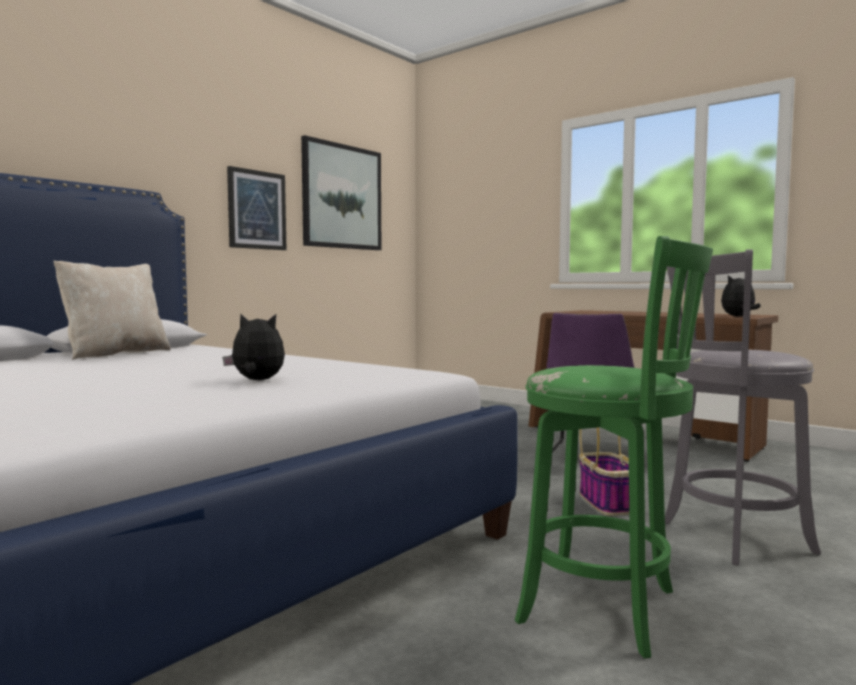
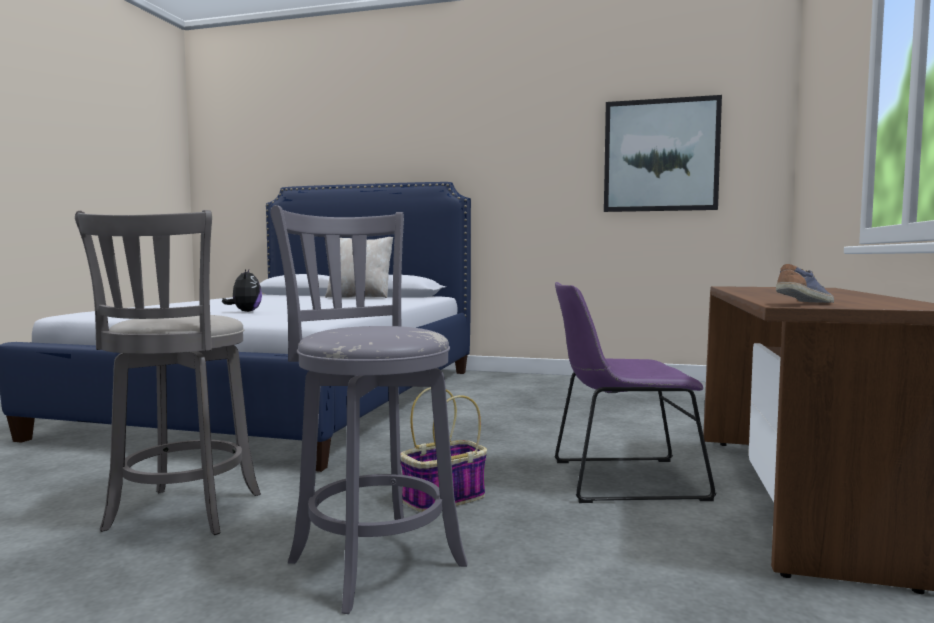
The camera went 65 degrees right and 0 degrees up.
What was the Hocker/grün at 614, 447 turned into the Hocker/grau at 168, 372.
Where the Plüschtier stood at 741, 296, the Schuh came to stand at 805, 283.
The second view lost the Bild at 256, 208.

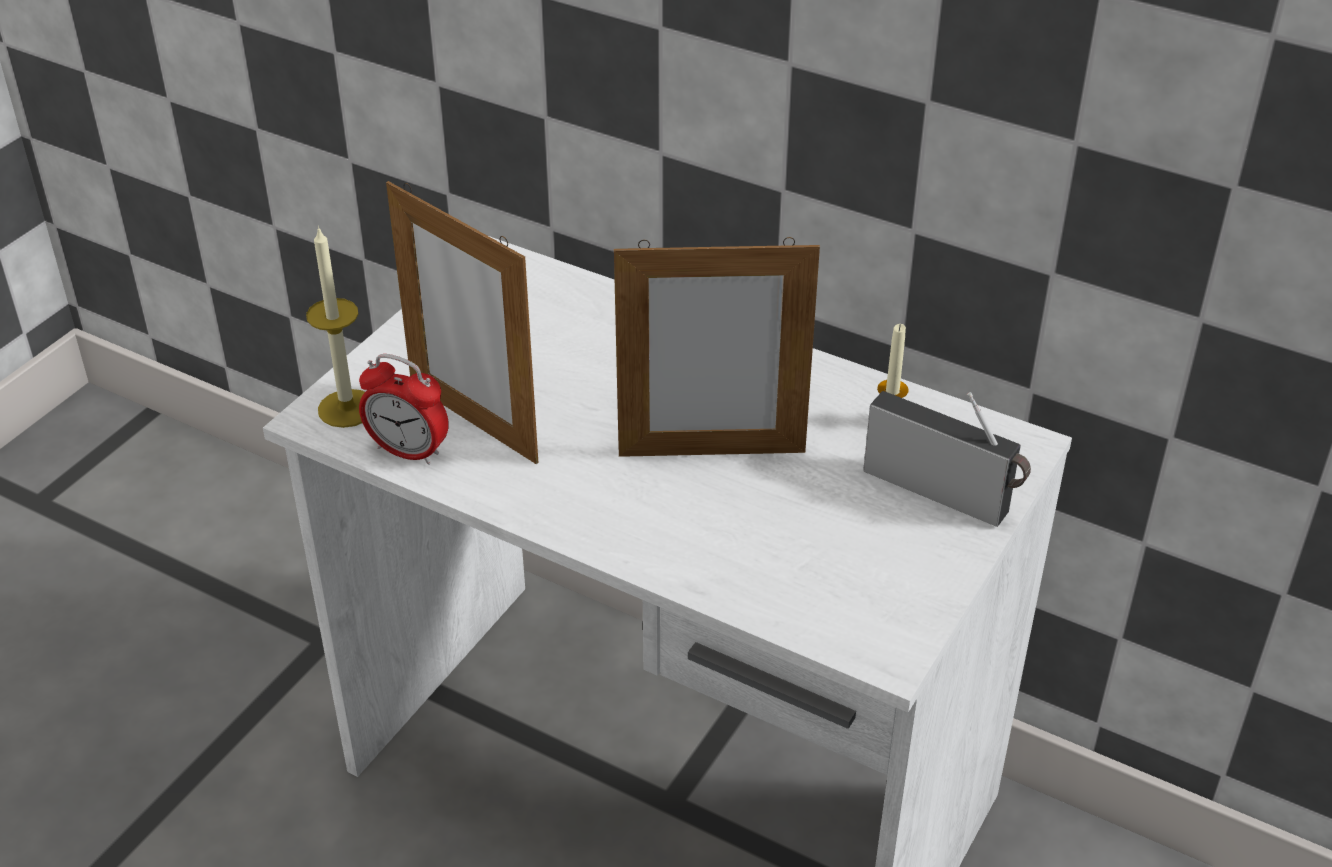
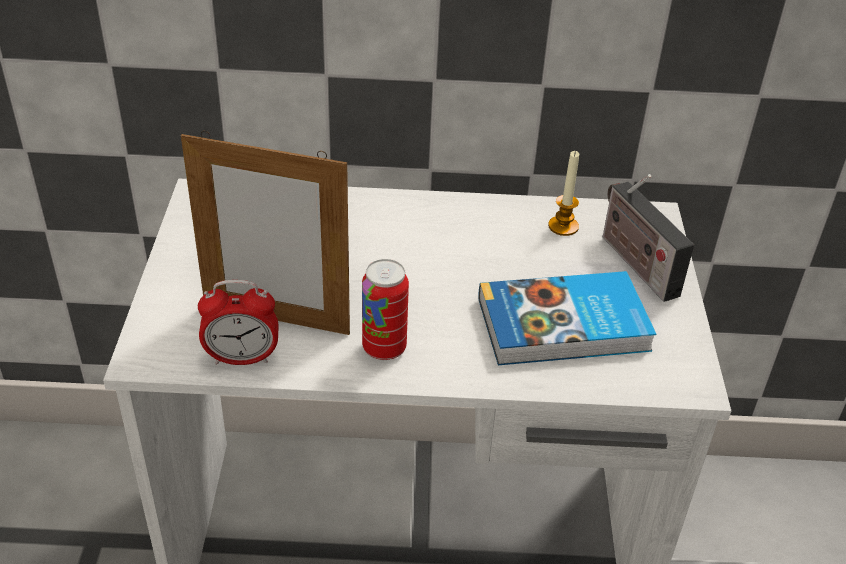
The camera went 30 degrees left and 0 degrees up.
The second view gained the Dose at 385, 309.
The second view gained the Buch at 567, 318.
The Radio at 947, 459 ended up facing another way, 120 degrees counterclockwise from before.
The second view lost the Kerze at 335, 327.
The second view lost the Bilderrahmen at 717, 347.

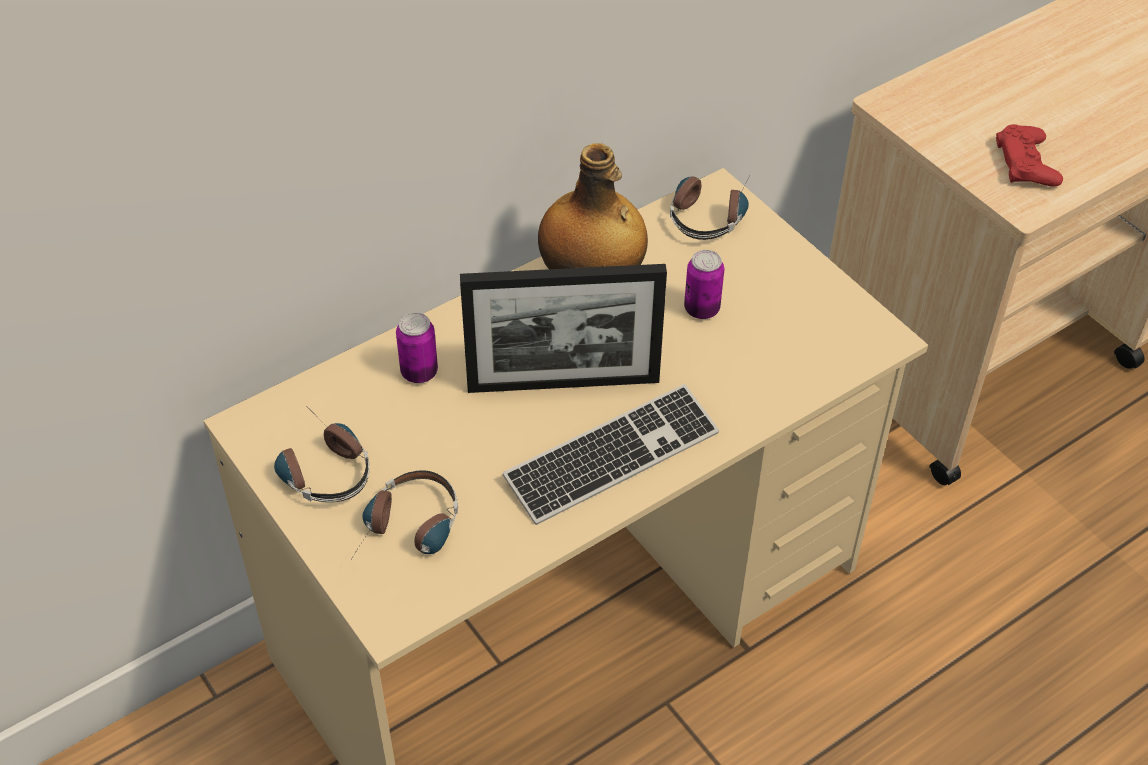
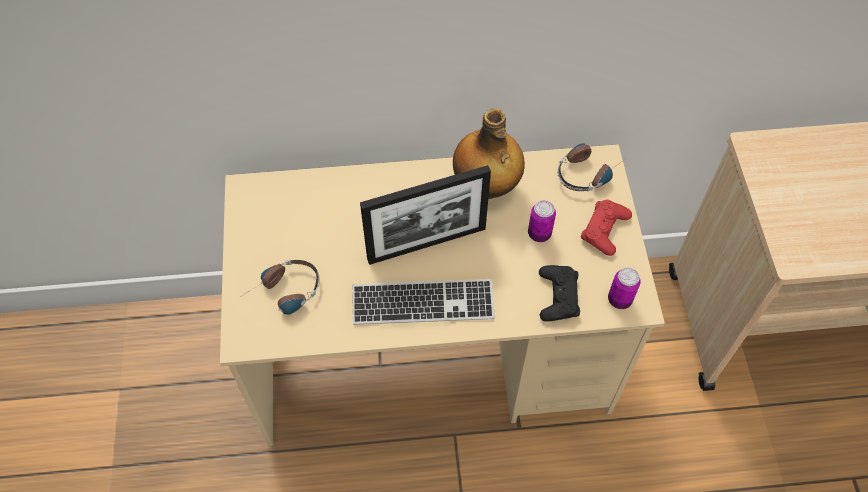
The camera went 30 degrees right and 10 degrees up.
The Bilderrahmen at 563, 328 ended up facing another way, 45 degrees counterclockwise from before.
The second view gained the Gamepad/schwarz at 559, 293.
The Gamepad/rot ended up elsewhere, having gone from 1029, 155 to 606, 228.
The Dose ended up elsewhere, having gone from 417, 347 to 624, 288.
The second view lost the Kopfhörer at 321, 461.

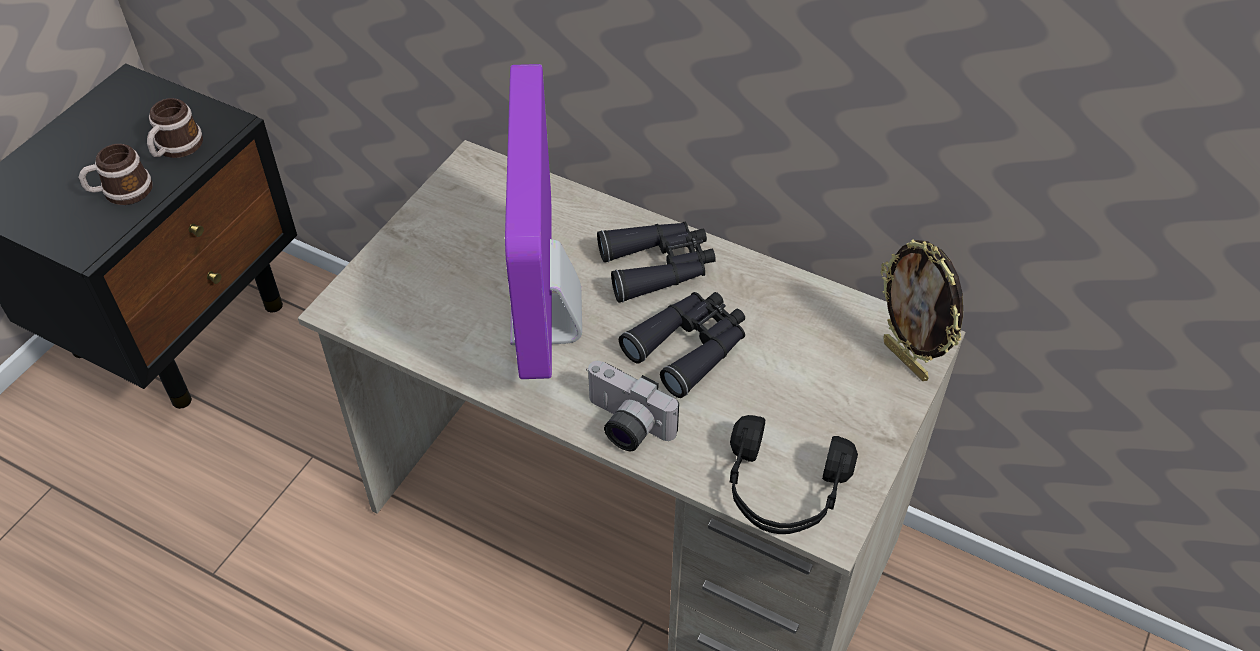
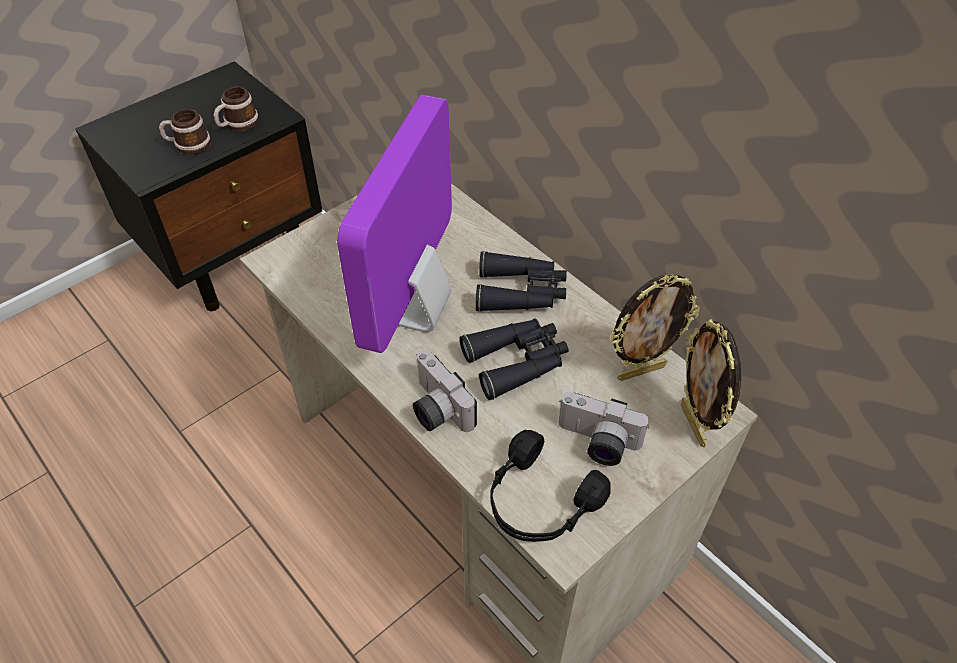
The camera went 20 degrees right and 0 degrees up.
The second view gained the Kamera at 603, 429.
The second view gained the Bilderrahmen at 655, 327.

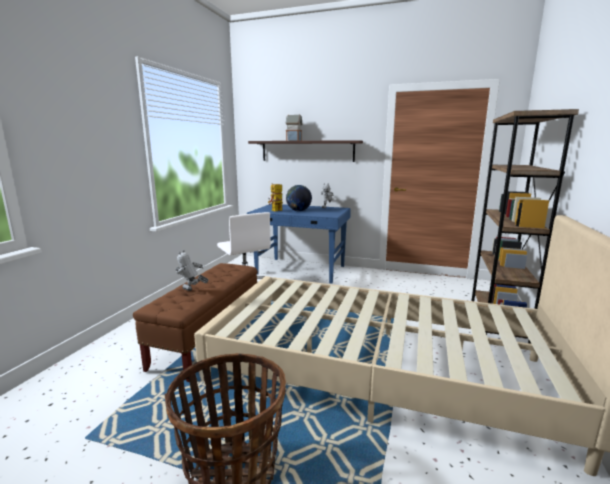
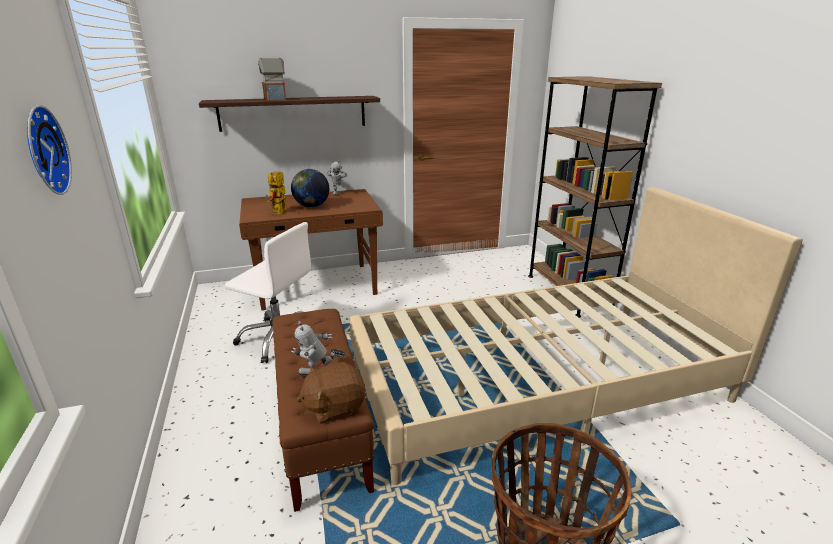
The camera went 35 degrees left and 10 degrees up.
The second view gained the Wanduhr at 49, 150.
What was the Schreibtisch/blau at 299, 243 turned into the Schreibtisch/braun at 311, 250.
The second view gained the Plüschtier/braun at 331, 393.

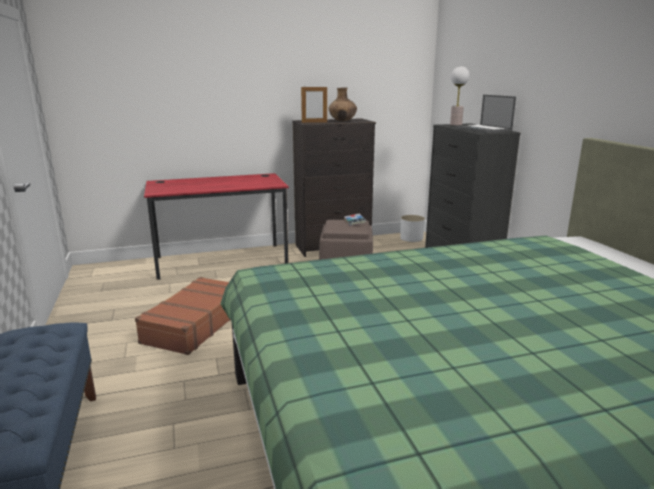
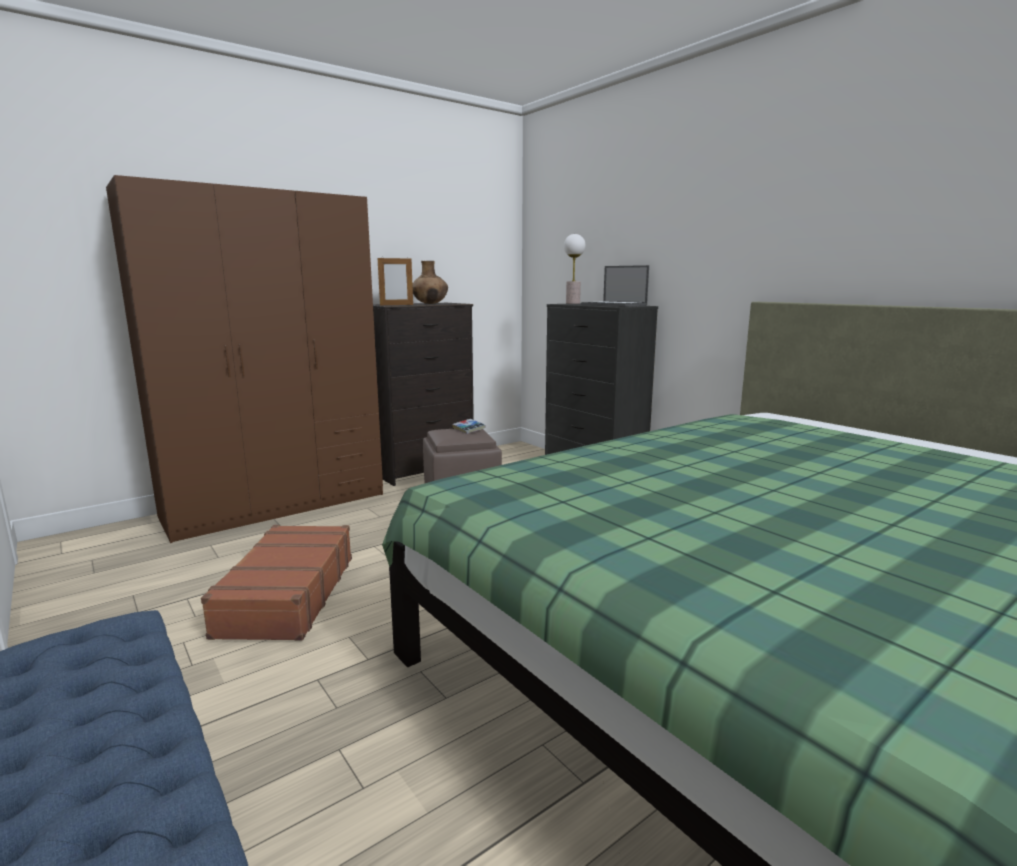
The camera went 20 degrees left and 5 degrees down.
Where the Schreibtisch/rot stood at 216, 226, the Kleiderschrank/braun came to stand at 244, 359.
The second view lost the Pflanzkübel/weiß at 412, 228.

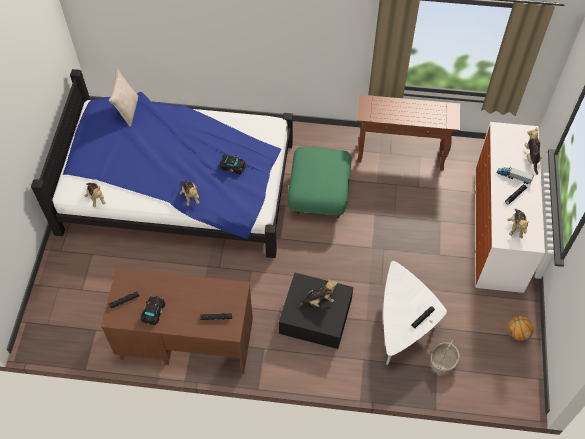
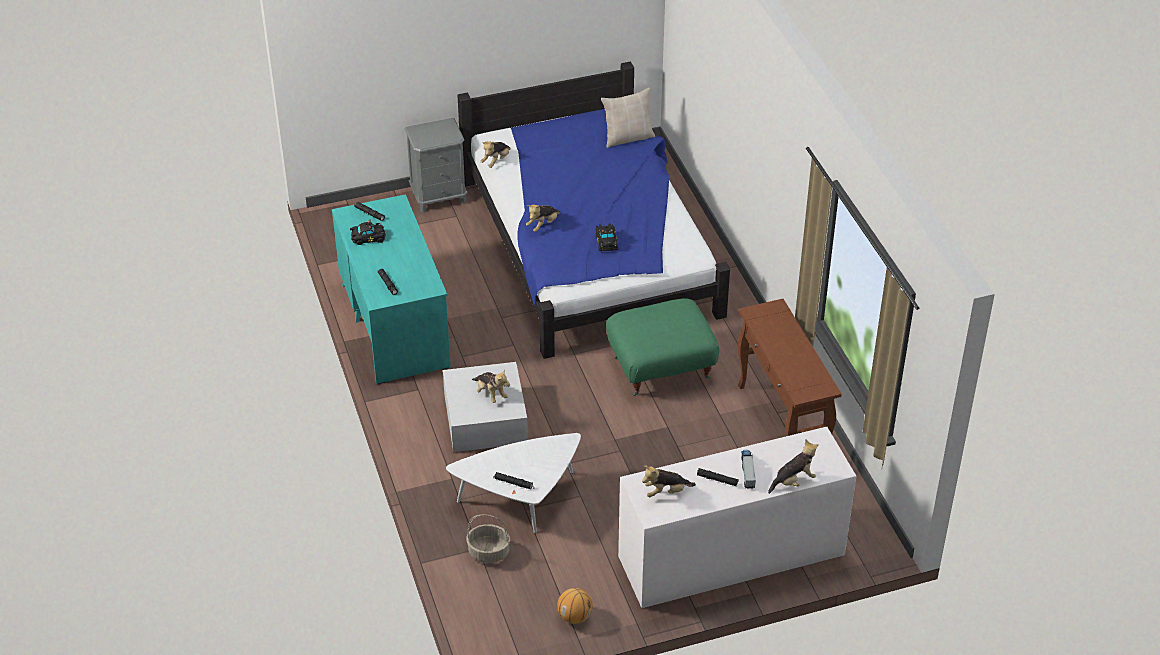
The camera went 65 degrees right and 15 degrees down.
What was the Schreibtisch/braun at 177, 321 turned into the Schreibtisch/türkis at 391, 289.
The second view gained the Nachttisch/grau at 436, 165.
What was the Aufbewahrungsbox/schwarz at 316, 310 turned into the Aufbewahrungsbox/weiß at 485, 407.

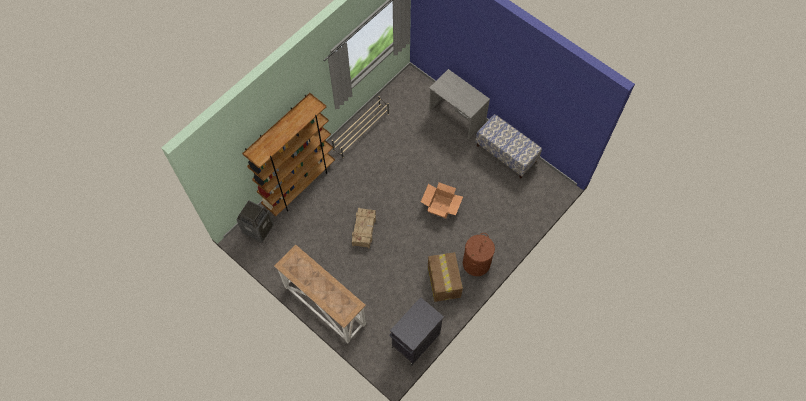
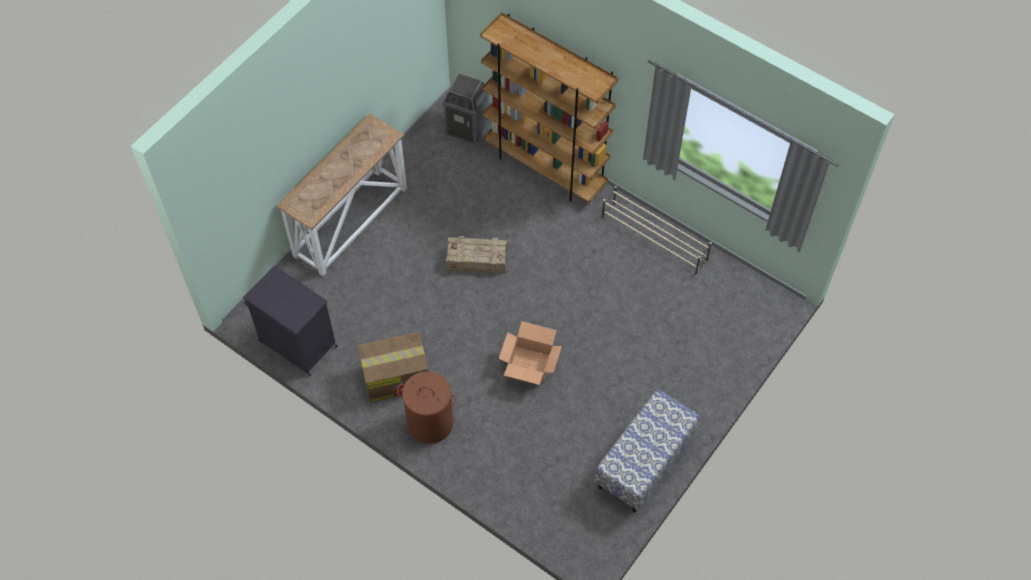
The camera went 85 degrees right and 5 degrees down.
The second view lost the Schreibtisch/grau at 459, 104.

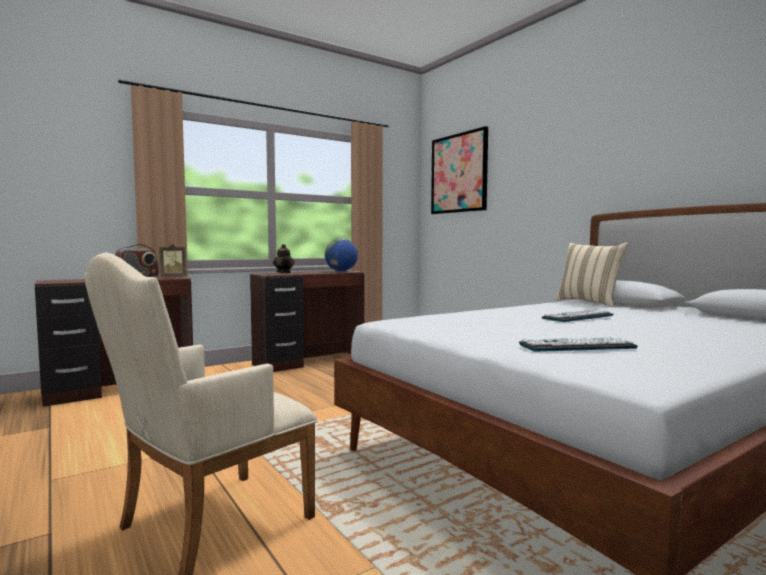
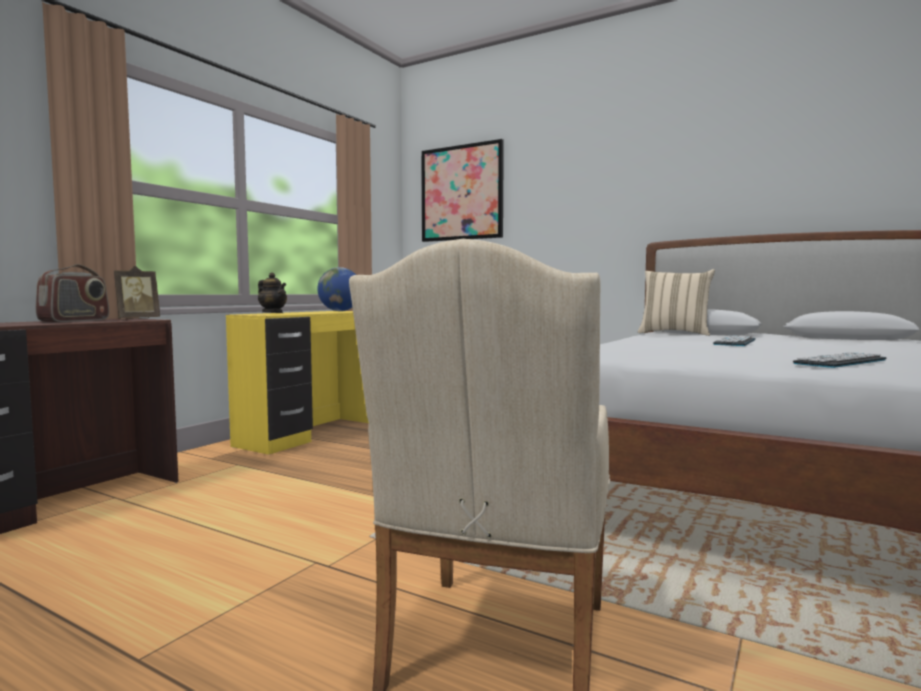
The camera went 25 degrees left and 0 degrees up.
What was the Schreibtisch/braun at 307, 321 turned into the Schreibtisch/gelb at 297, 383.

